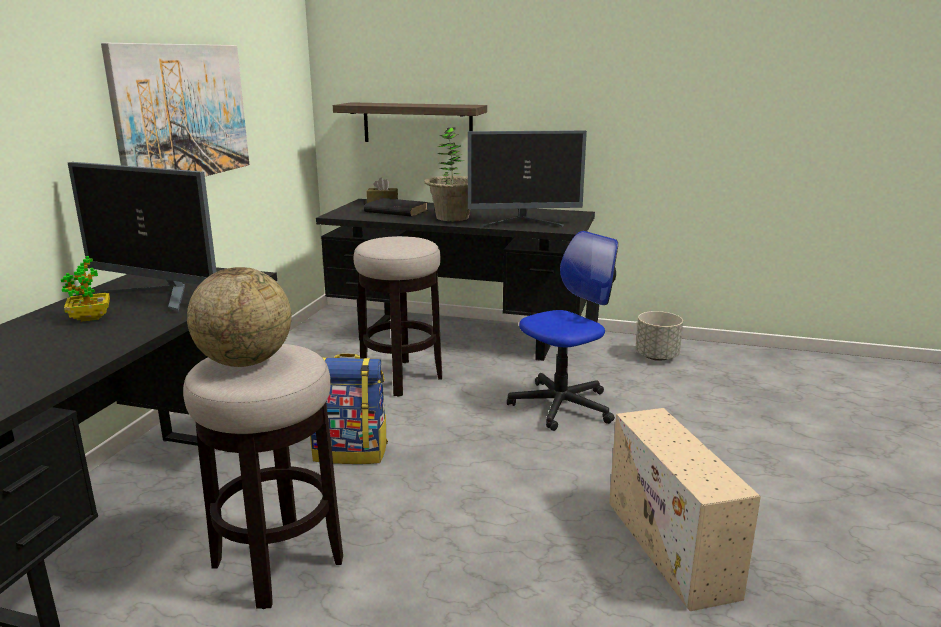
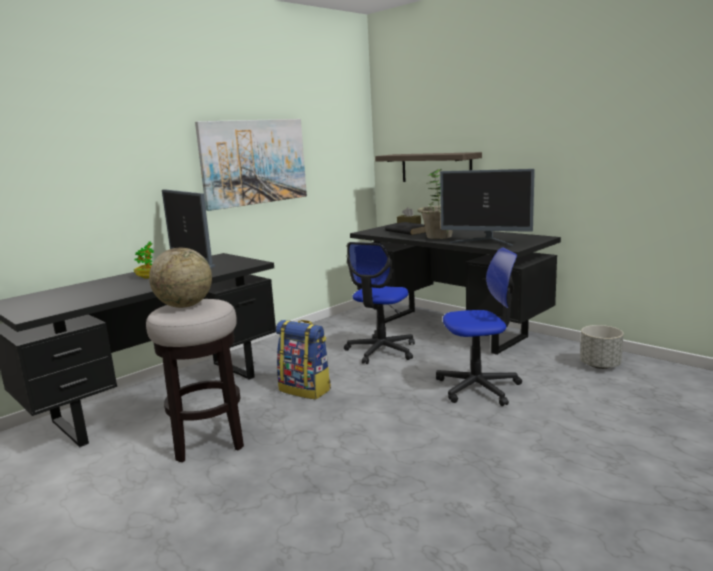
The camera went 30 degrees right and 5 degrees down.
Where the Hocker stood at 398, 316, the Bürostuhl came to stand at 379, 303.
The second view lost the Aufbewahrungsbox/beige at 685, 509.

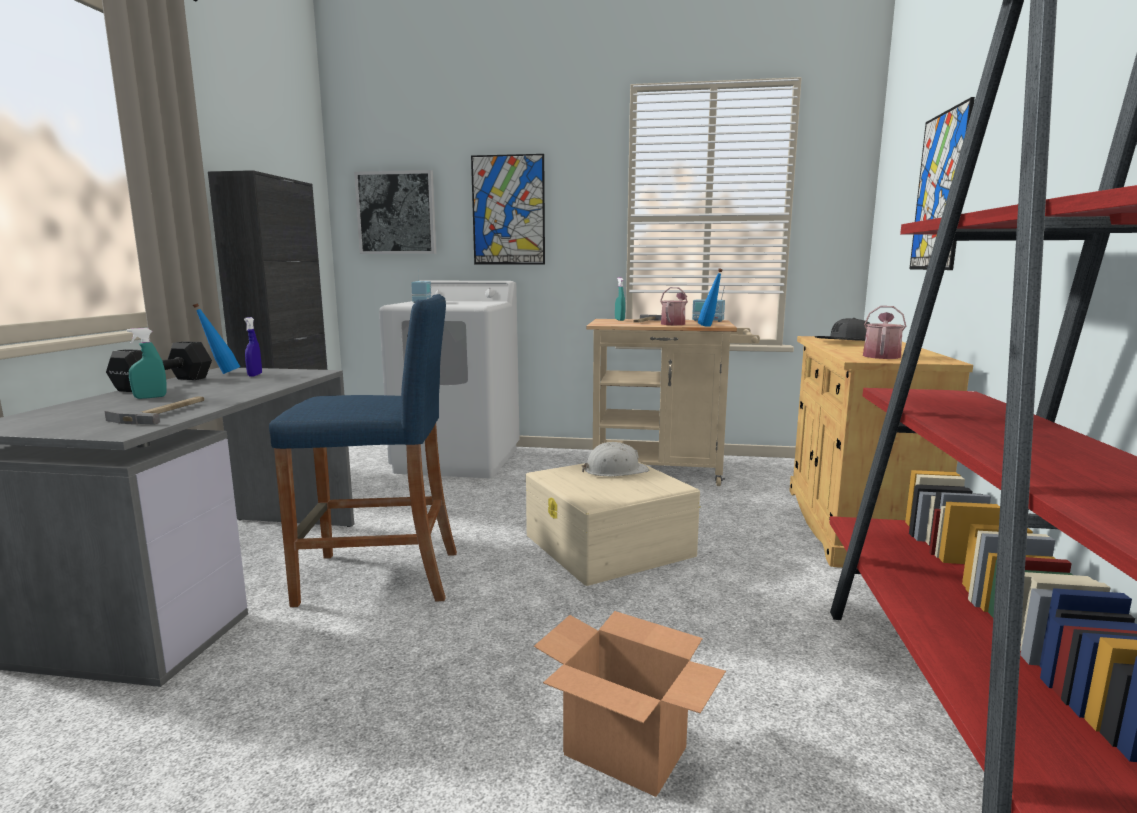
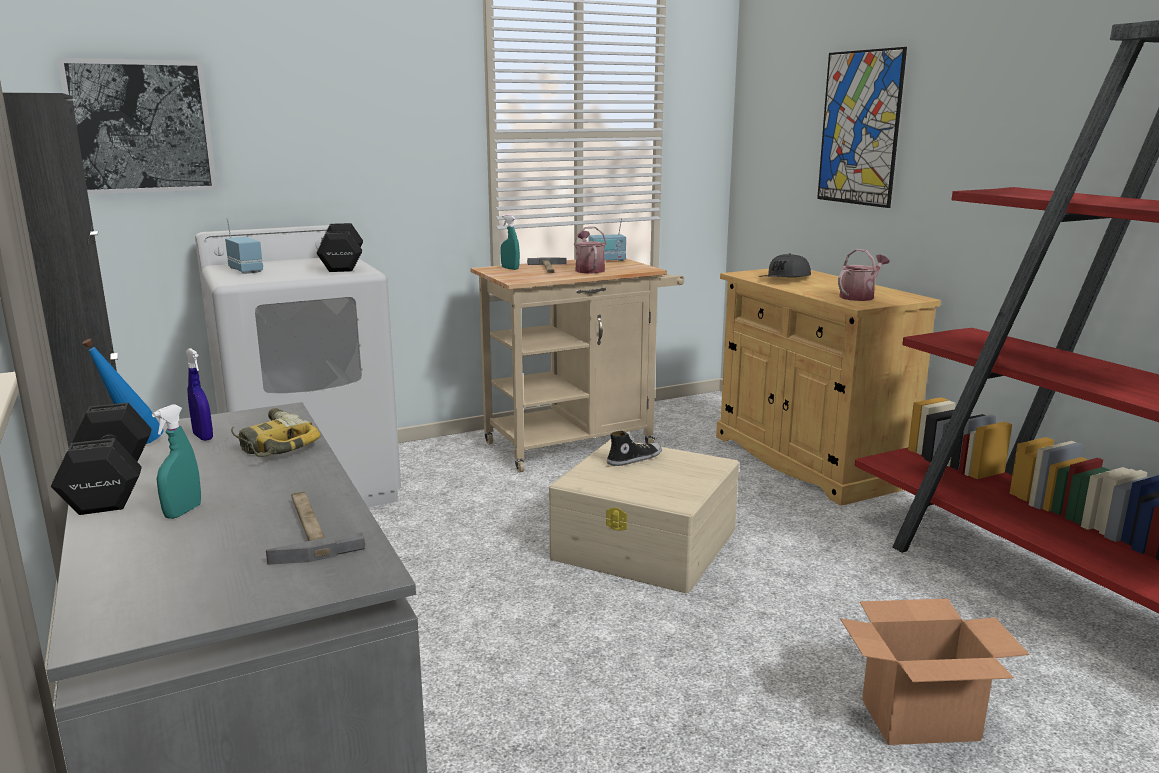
The camera went 35 degrees left and 5 degrees up.
The second view gained the Bohrmaschine at 276, 432.
The second view gained the Hantel/schwarz at 339, 247.
Where the Schutzhelm/weiß stood at 615, 459, the Schuh came to stand at 634, 448.
The Gießkanne at 884, 332 ended up facing another way, 60 degrees clockwise from before.
The second view lost the Hocker/blau at 363, 450.
The second view lost the Bild at 508, 209.
The second view lost the Flasche/blau at 710, 298.

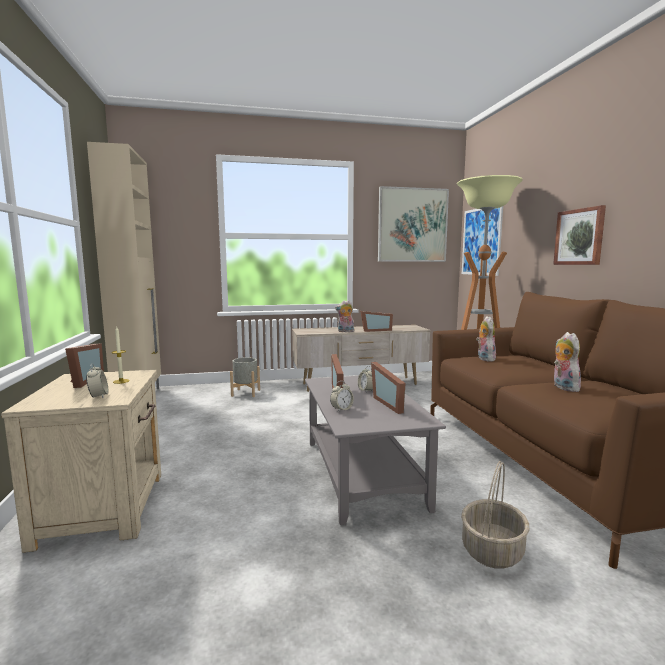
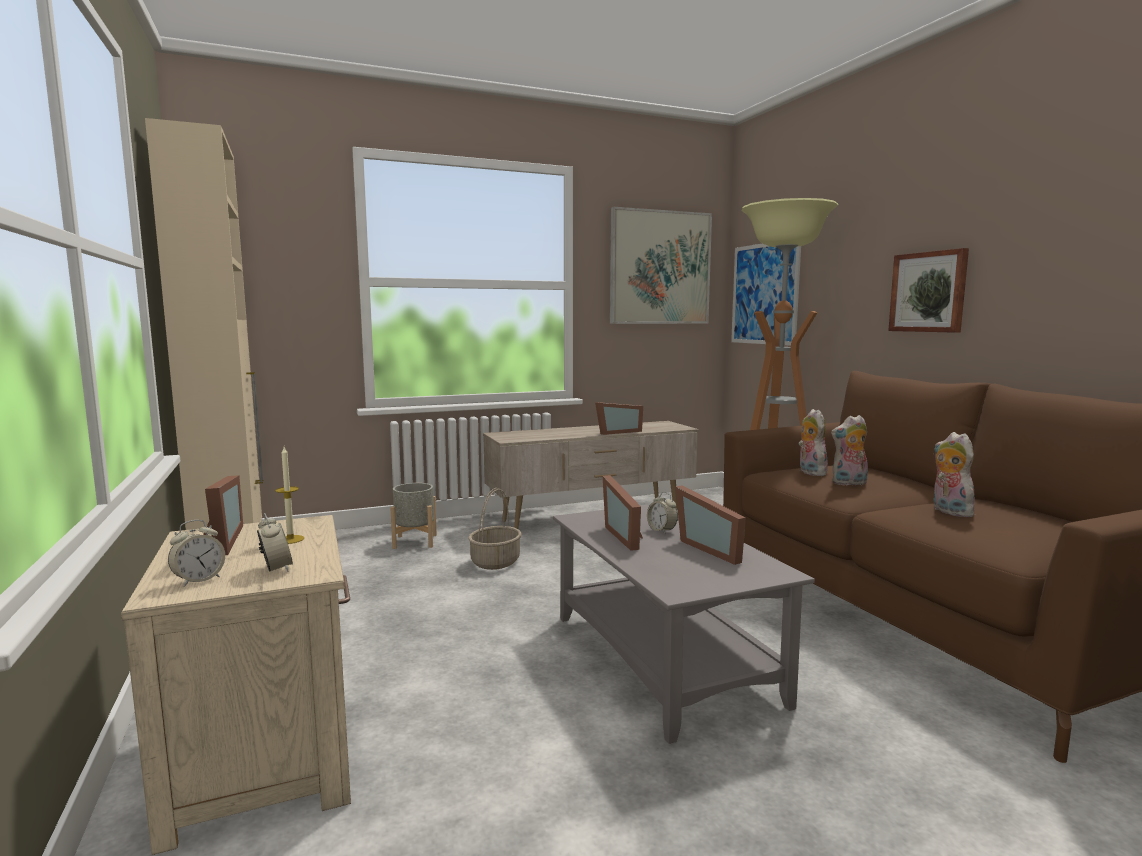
The camera went 10 degrees left and 0 degrees up.
The Wecker ended up elsewhere, having gone from 342, 396 to 196, 553.
The Korb ended up elsewhere, having gone from 495, 515 to 494, 529.
The Plüschtier ended up elsewhere, having gone from 344, 316 to 849, 450.

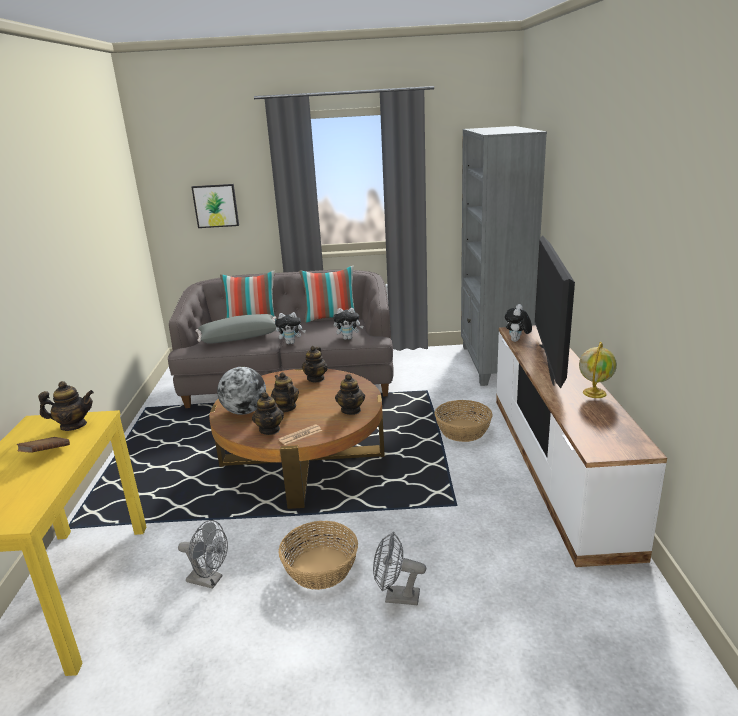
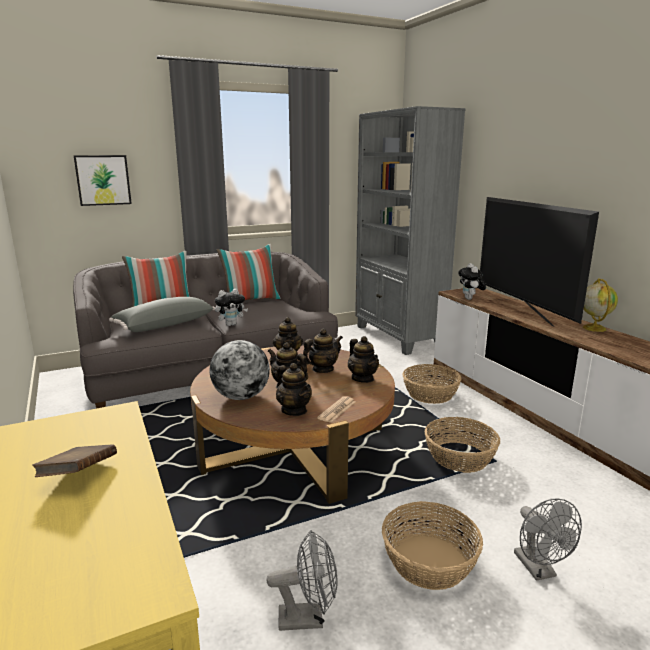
The camera went 25 degrees left and 5 degrees down.
The Teekanne ended up elsewhere, having gone from 66, 406 to 323, 351.
The second view gained the Korb at 462, 445.
The Ventilator/grau at 399, 568 ended up facing another way, 90 degrees counterclockwise from before.
The second view lost the Plüschtier at 348, 324.

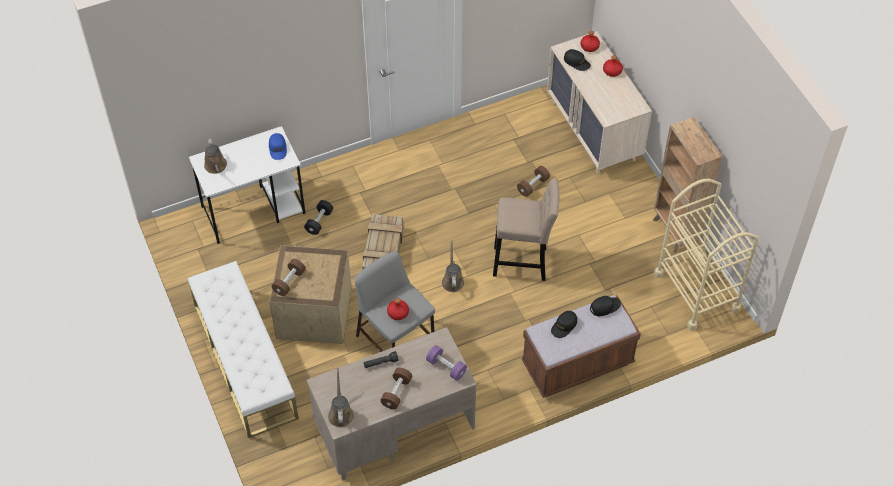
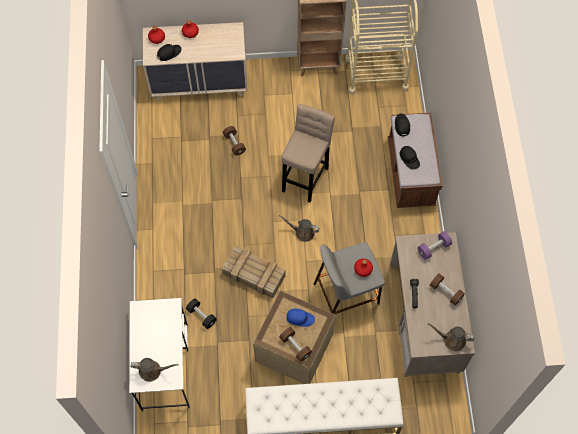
The camera went 70 degrees left and 10 degrees up.
The Kappe/blau ended up elsewhere, having gone from 278, 146 to 301, 318.

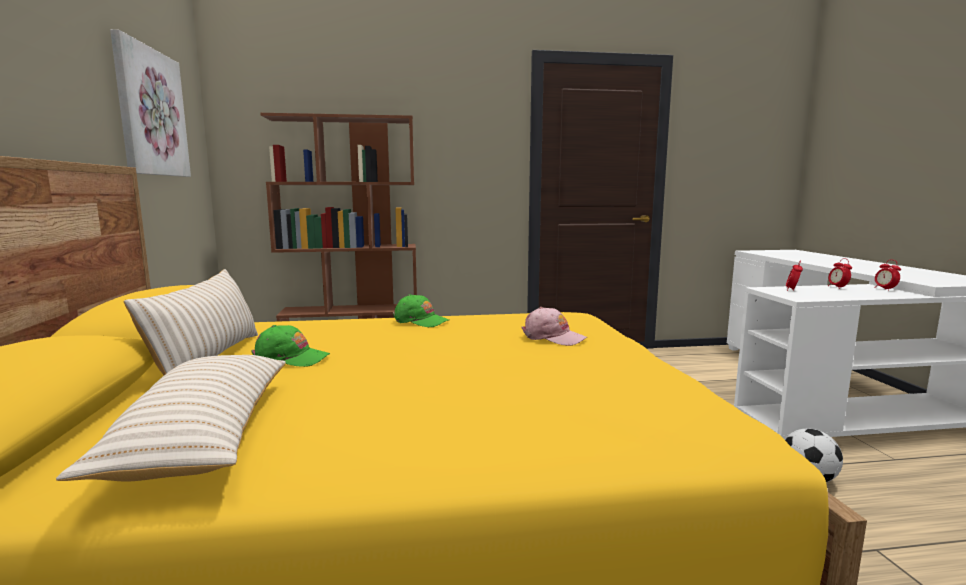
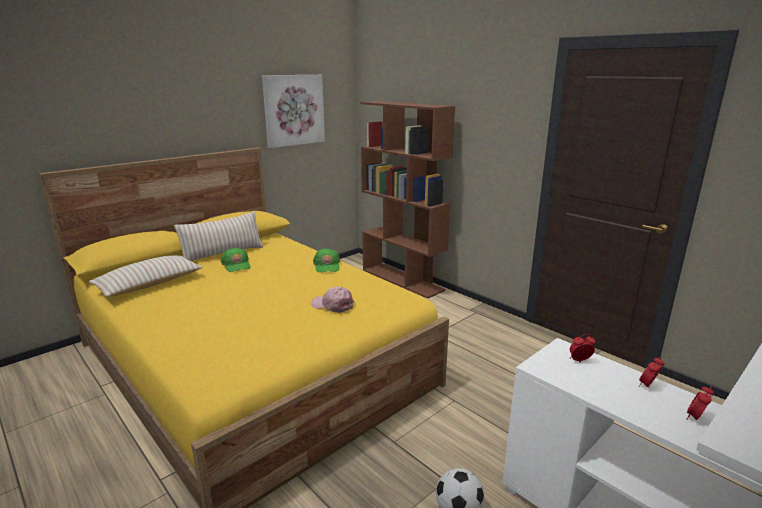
The camera went 55 degrees right and 10 degrees up.
The Kappe/rosa at 554, 326 ended up facing another way, 120 degrees clockwise from before.

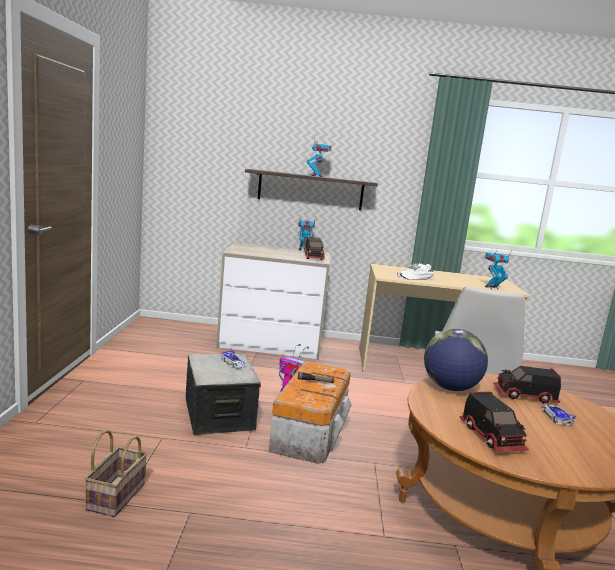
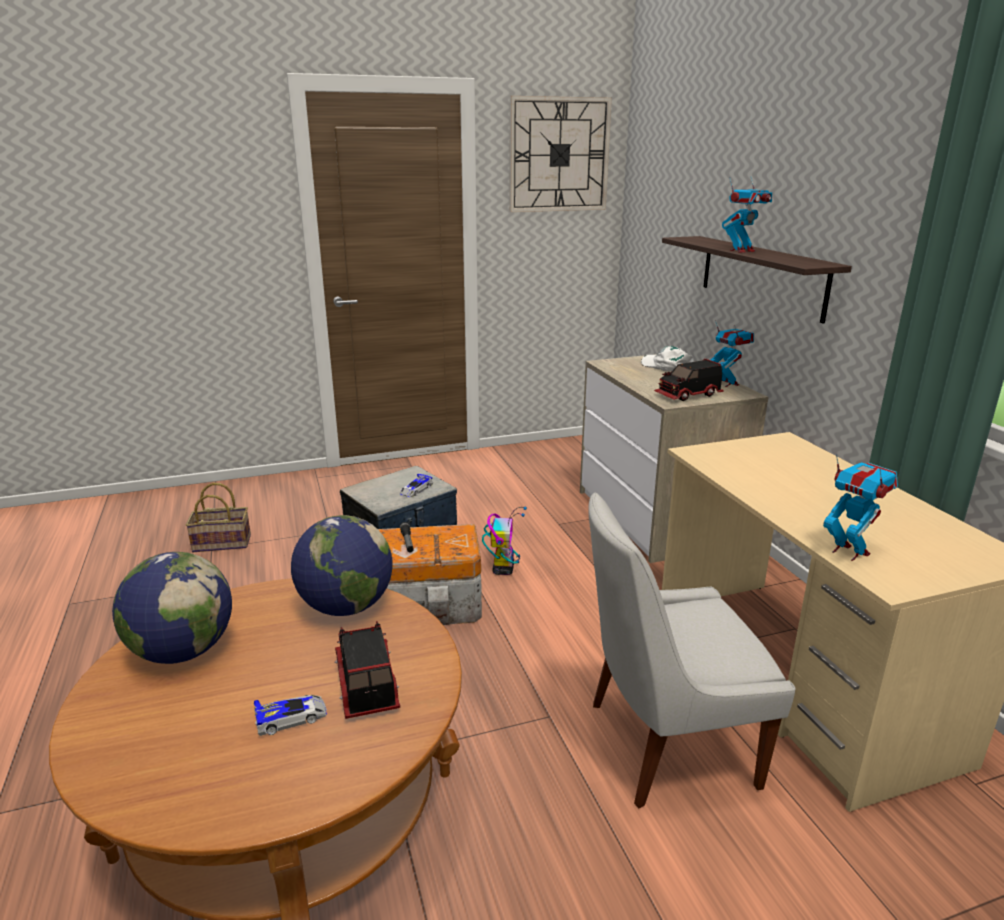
The camera went 70 degrees right and 10 degrees up.
Where the Spielzeuglaster stood at 494, 422, the Globus came to stand at 172, 608.
The second view gained the Wanduhr at 560, 154.
The Kappe/weiß ended up elsewhere, having gone from 415, 271 to 667, 359.

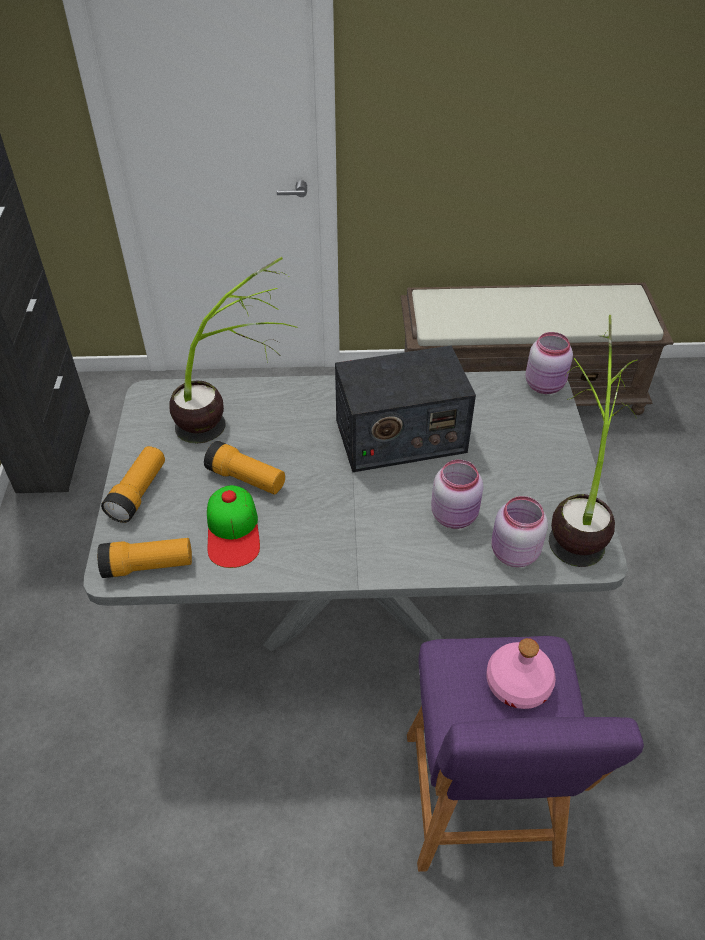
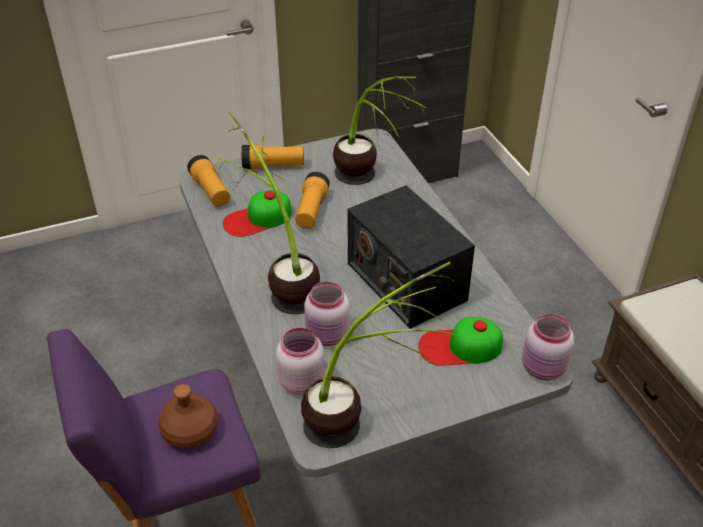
The camera went 70 degrees right and 5 degrees down.
What was the Flasche/rosa at 521, 673 turned into the Flasche/braun at 188, 416.
The second view gained the Topfpflanze at 268, 212.
The second view gained the Kappe at 460, 341.

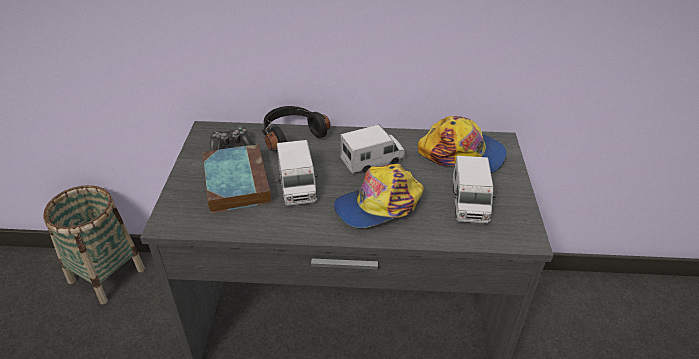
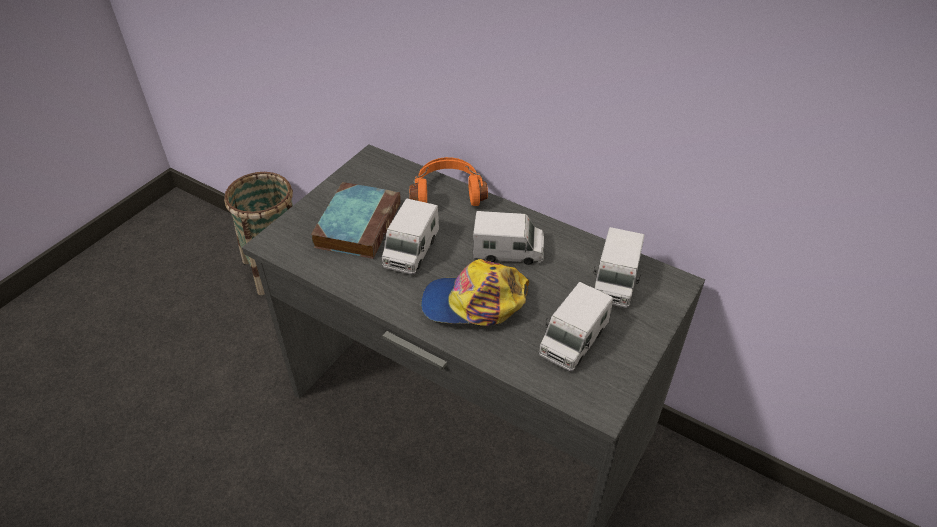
The camera went 30 degrees right and 5 degrees up.
What was the Kopfhörer/schwarz at 296, 128 turned into the Kopfhörer/orange at 449, 181.
Where the Kappe stood at 462, 145, the Spielzeuglaster came to stand at 619, 267.
The second view lost the Gamepad at 232, 139.

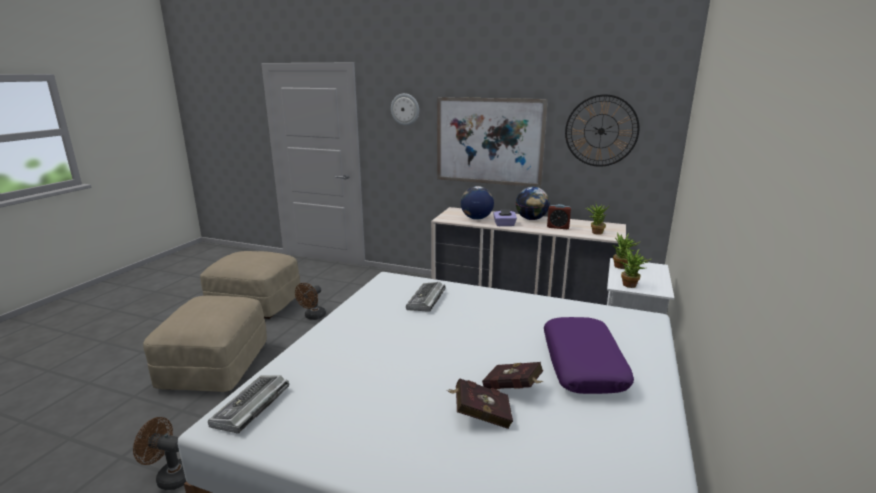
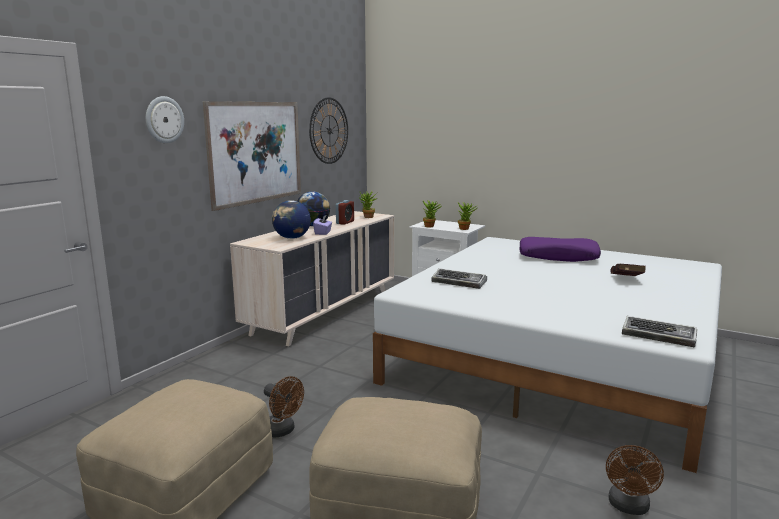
The camera went 80 degrees left and 5 degrees down.
The second view lost the Buch/rot at 513, 375.

